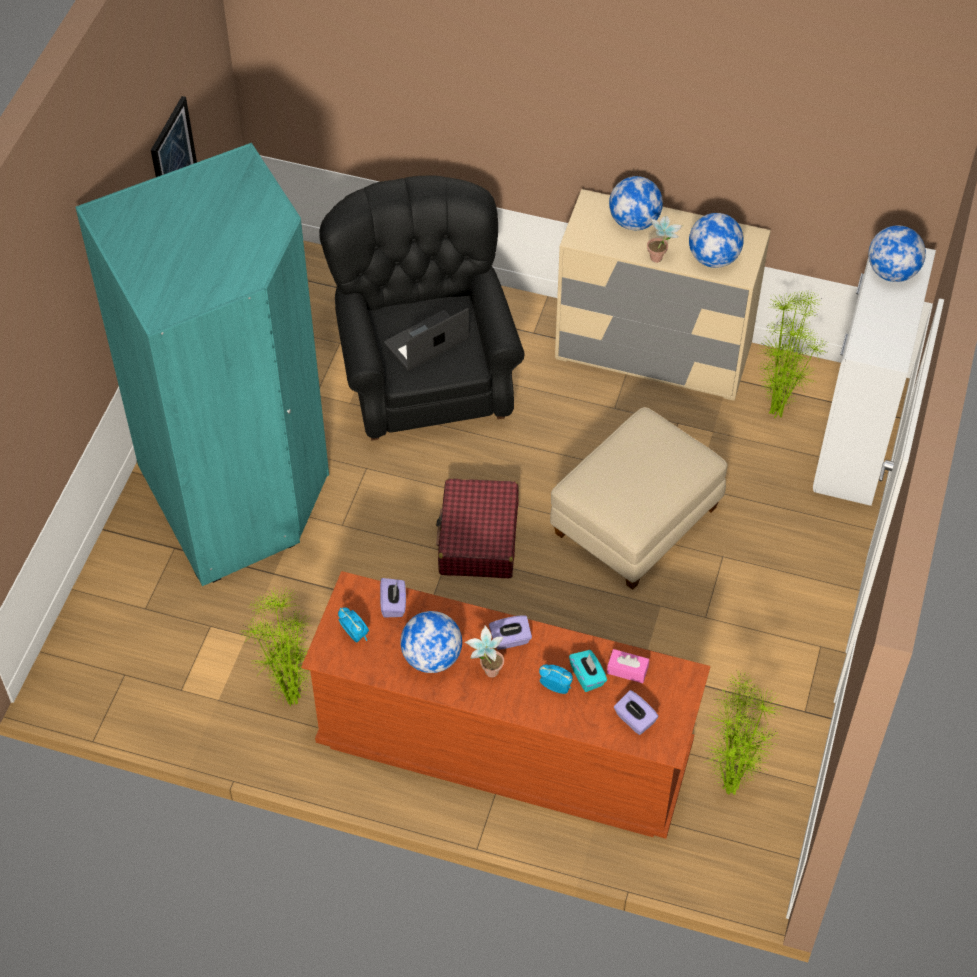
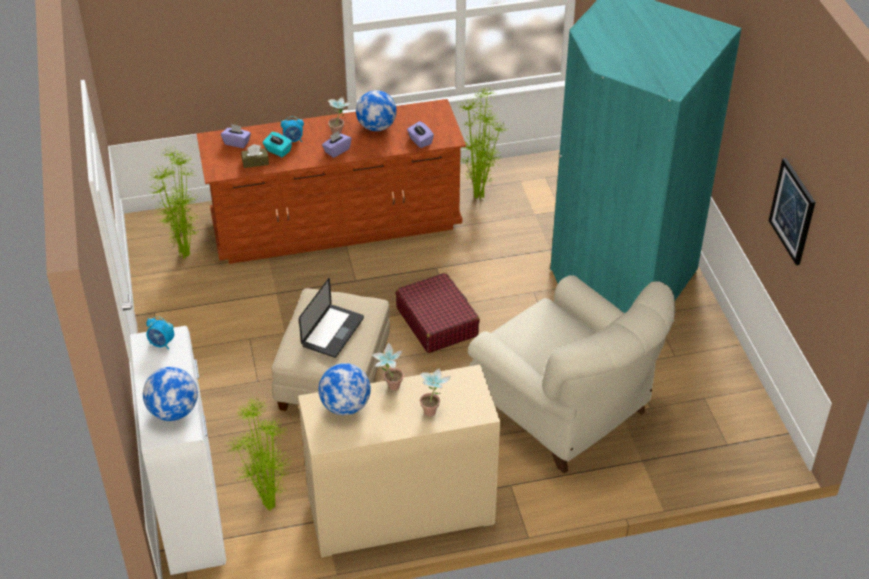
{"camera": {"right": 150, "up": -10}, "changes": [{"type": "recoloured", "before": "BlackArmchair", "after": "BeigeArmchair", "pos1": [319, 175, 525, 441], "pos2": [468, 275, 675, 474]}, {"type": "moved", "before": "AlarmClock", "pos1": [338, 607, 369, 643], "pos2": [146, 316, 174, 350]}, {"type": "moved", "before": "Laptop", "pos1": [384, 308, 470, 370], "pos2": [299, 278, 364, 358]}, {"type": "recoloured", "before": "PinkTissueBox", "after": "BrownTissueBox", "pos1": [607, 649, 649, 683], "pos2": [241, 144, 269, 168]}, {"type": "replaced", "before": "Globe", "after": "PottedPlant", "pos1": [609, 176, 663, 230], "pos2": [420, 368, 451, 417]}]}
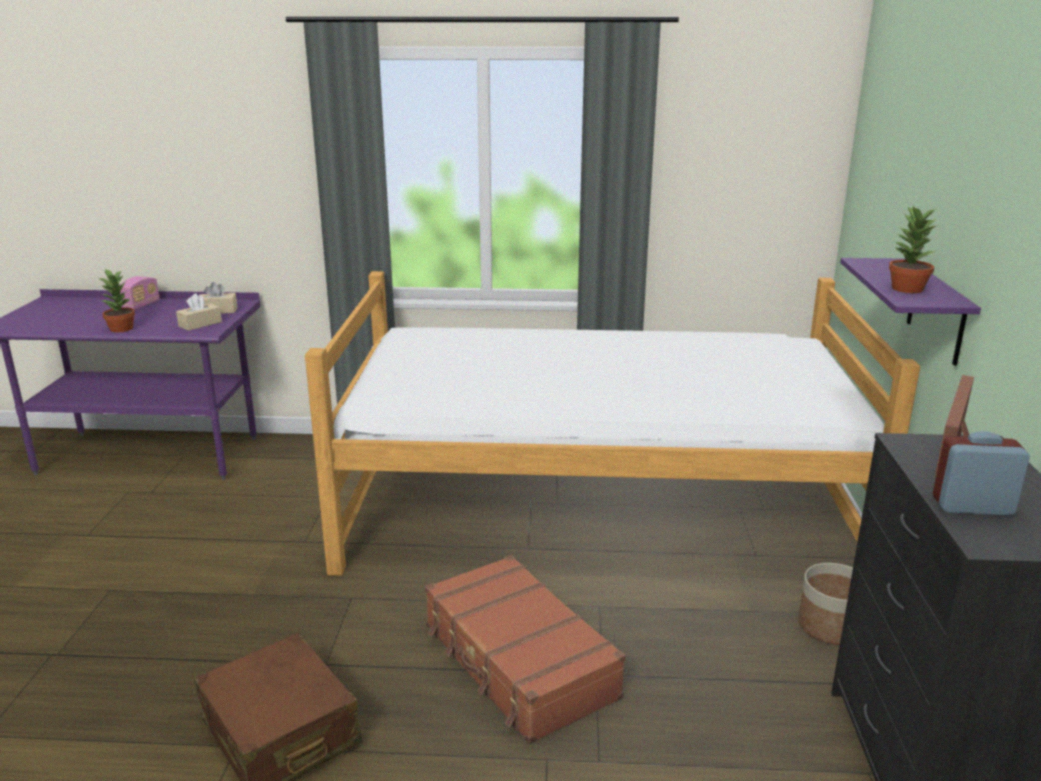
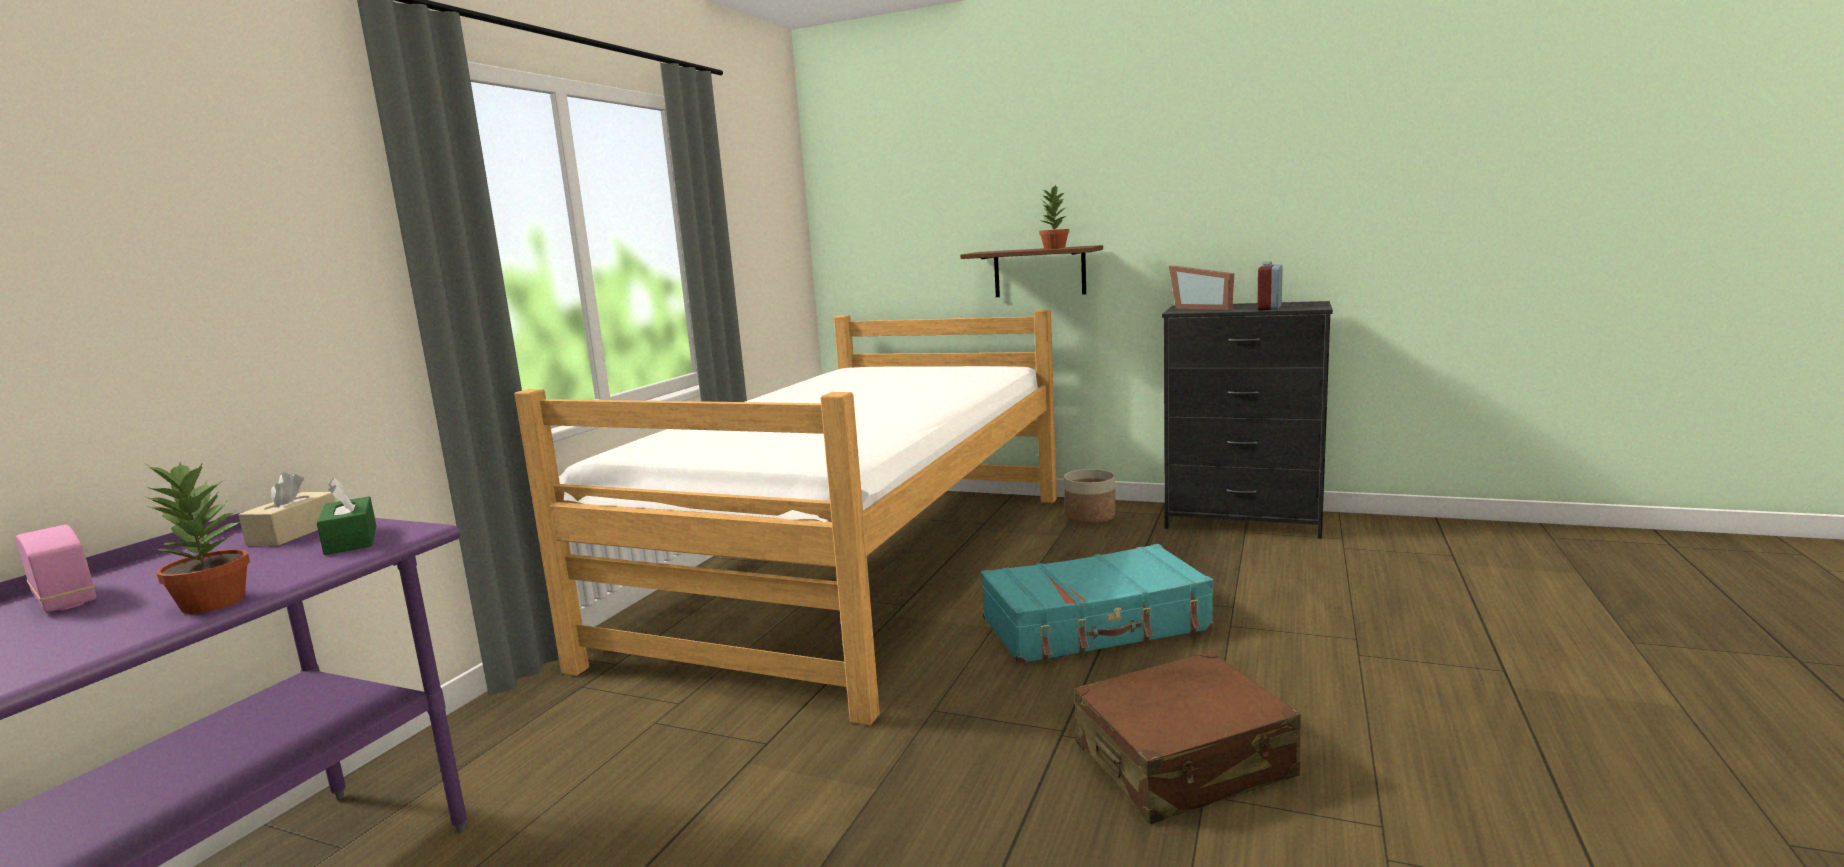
{"camera": {"right": -70, "up": -10}, "changes": [{"type": "recoloured", "before": "BeigeTissueBox", "after": "GreenTissueBox", "pos1": [176, 293, 222, 331], "pos2": [317, 478, 376, 555]}, {"type": "recoloured", "before": "BrownSuitcase", "after": "TurquoiseSuitcase", "pos1": [425, 555, 626, 744], "pos2": [981, 544, 1213, 664]}, {"type": "recoloured", "before": "PurpleShelf", "after": "BrownShelf", "pos1": [840, 258, 981, 366], "pos2": [960, 245, 1103, 297]}]}
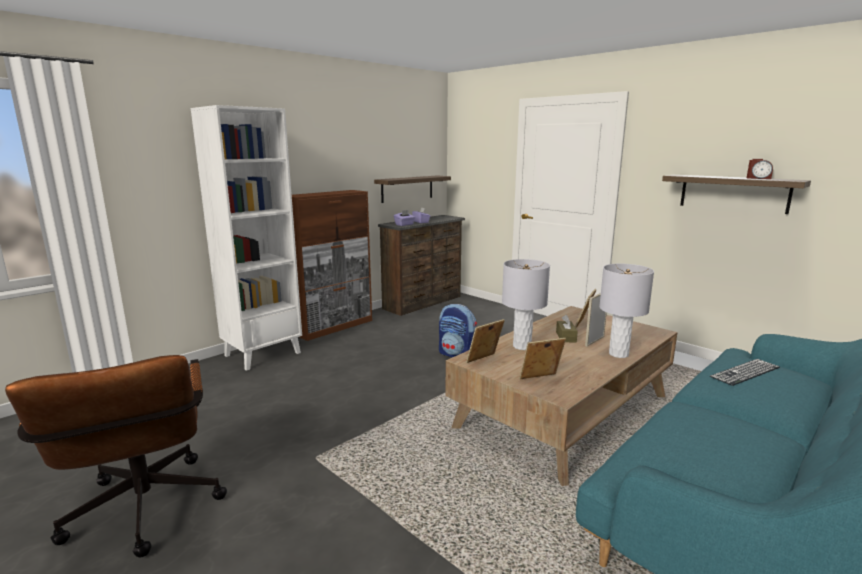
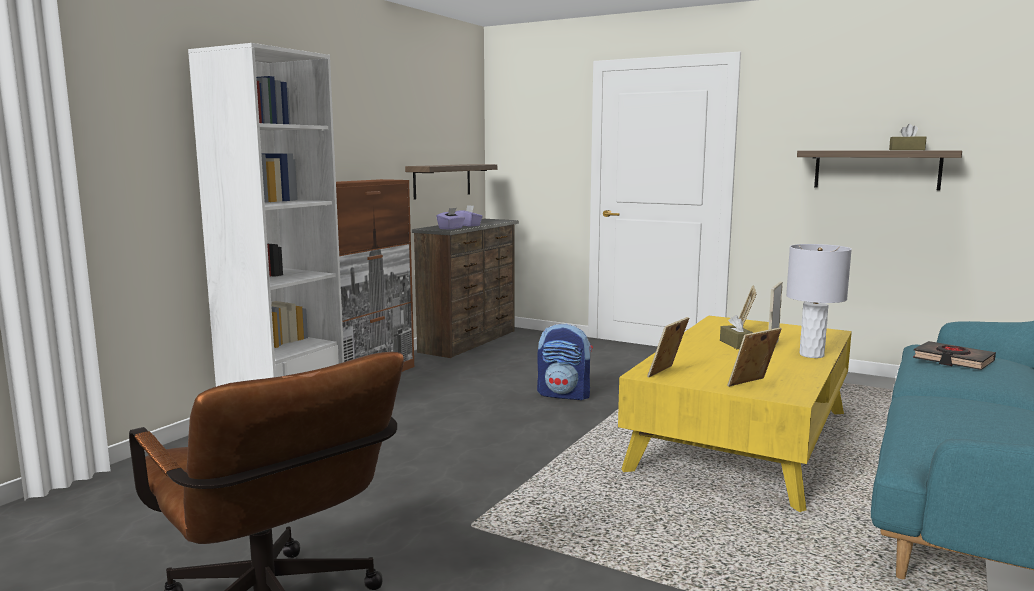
{"camera": {"right": -15, "up": -5}, "changes": [{"type": "recoloured", "before": "BrownCoffeeTable", "after": "YellowCoffeeTable", "pos1": [445, 306, 678, 486], "pos2": [618, 315, 852, 512]}, {"type": "removed", "before": "GreyTableLamp", "pos1": [502, 259, 550, 350]}, {"type": "replaced", "before": "Keyboard", "after": "BlackBook", "pos1": [710, 359, 780, 386], "pos2": [913, 341, 996, 370]}, {"type": "replaced", "before": "AlarmClock", "after": "BrownTissueBox", "pos1": [747, 159, 773, 179], "pos2": [889, 124, 926, 150]}]}
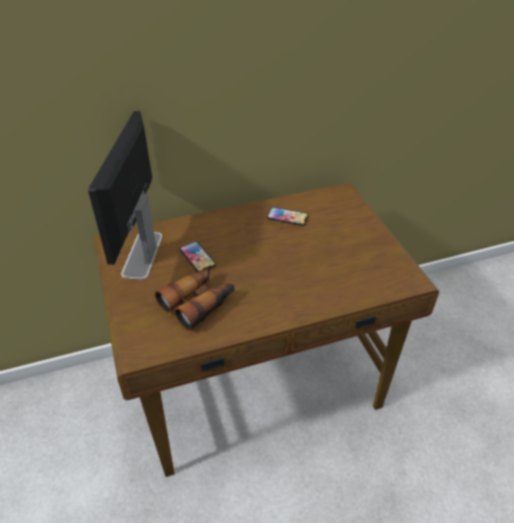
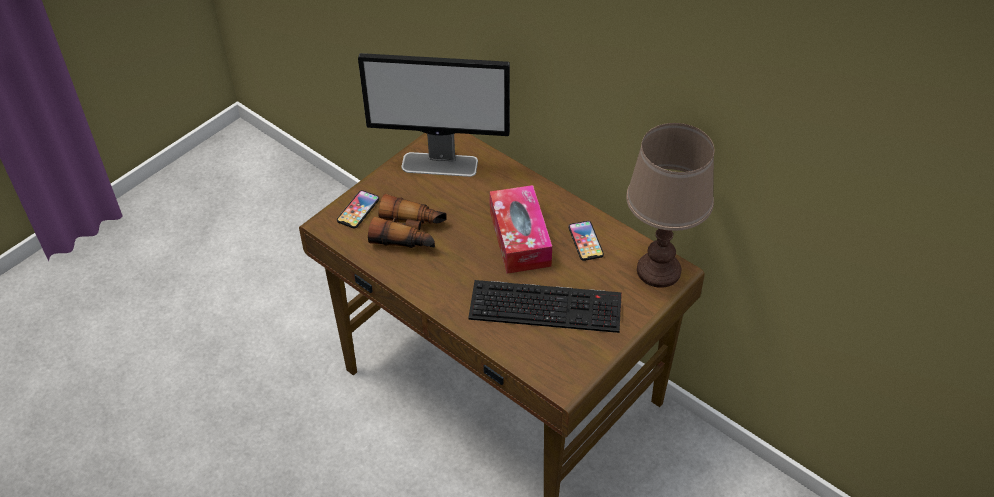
{"camera": {"right": 60, "up": 5}, "changes": [{"type": "turned", "before": "Monitor", "pos1": [88, 111, 162, 280], "pos2": [358, 53, 510, 177], "turn": -150}, {"type": "moved", "before": "Phone", "pos1": [180, 241, 216, 272], "pos2": [337, 190, 379, 229]}, {"type": "added", "after": "Keyboard", "pos2": [468, 280, 622, 333]}, {"type": "added", "after": "TissueBox", "pos2": [490, 185, 552, 274]}, {"type": "added", "after": "BrownTableLamp", "pos2": [626, 123, 714, 288]}]}
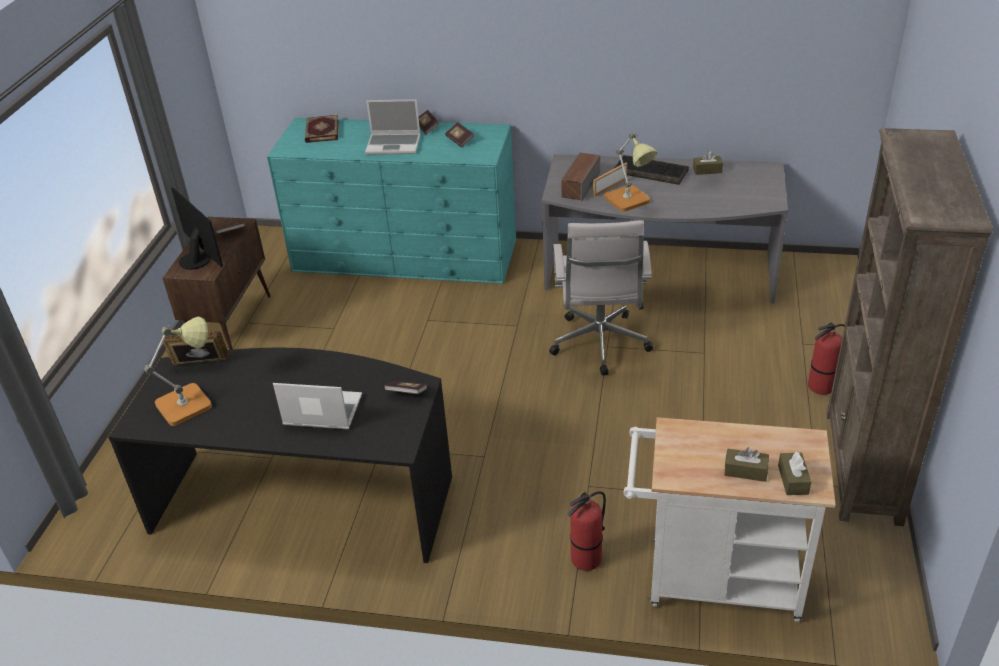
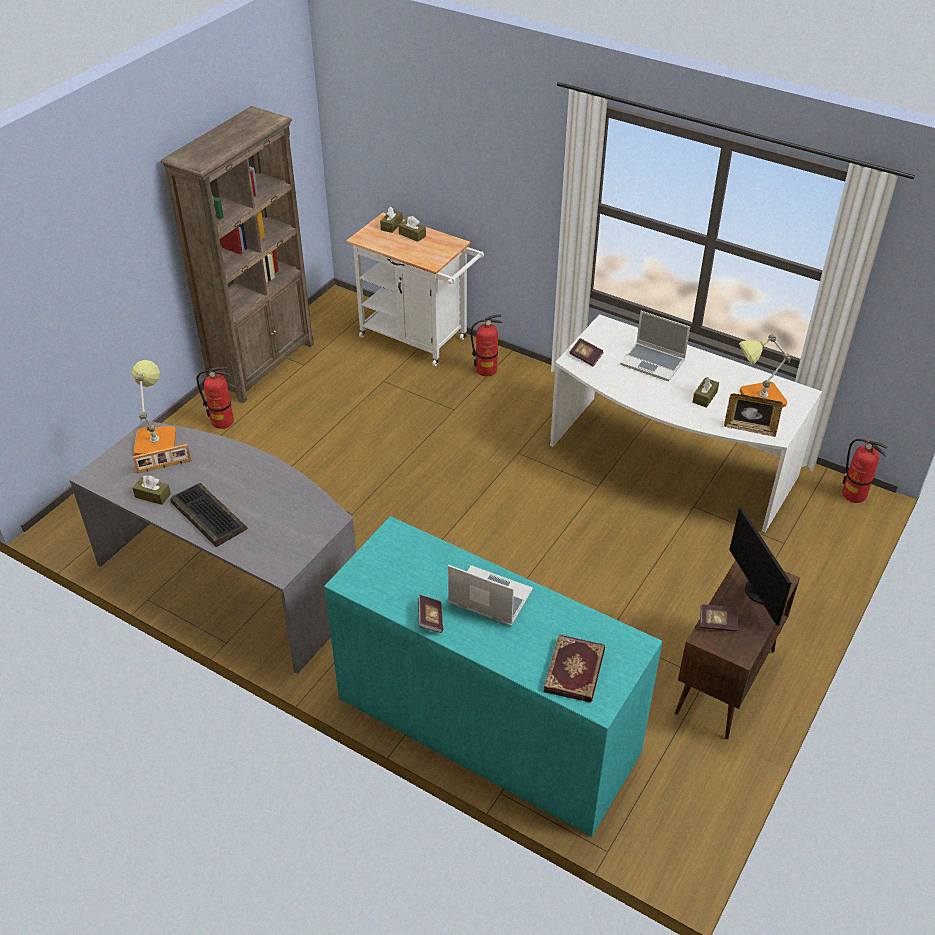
{"camera": {"right": -160, "up": 5}, "changes": [{"type": "recoloured", "before": "BlackDesk", "after": "WhiteDesk", "pos1": [108, 348, 452, 563], "pos2": [550, 314, 822, 533]}, {"type": "removed", "before": "Book", "pos1": [445, 122, 474, 147]}, {"type": "removed", "before": "WhiteOfficeChair", "pos1": [549, 220, 653, 376]}, {"type": "removed", "before": "Speaker", "pos1": [561, 153, 600, 201]}, {"type": "moved", "before": "PictureFrame", "pos1": [593, 163, 627, 197], "pos2": [133, 444, 191, 474]}, {"type": "moved", "before": "TableLamp", "pos1": [604, 133, 657, 212], "pos2": [132, 360, 176, 456]}, {"type": "added", "after": "BrownTissueBox", "pos2": [692, 377, 719, 408]}, {"type": "added", "after": "FireExtinguisher", "pos2": [842, 439, 888, 503]}]}
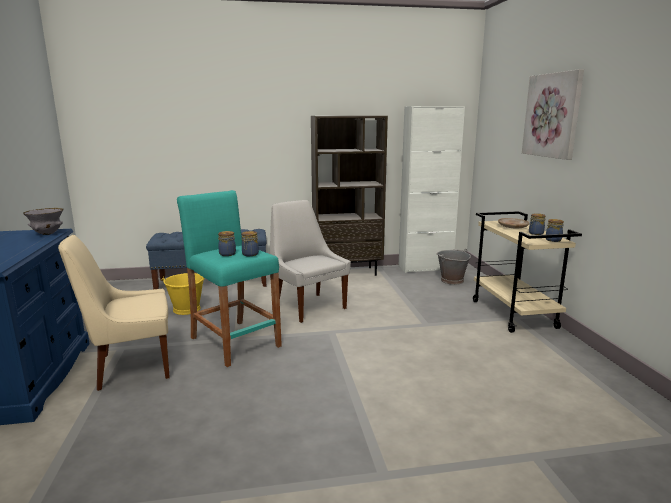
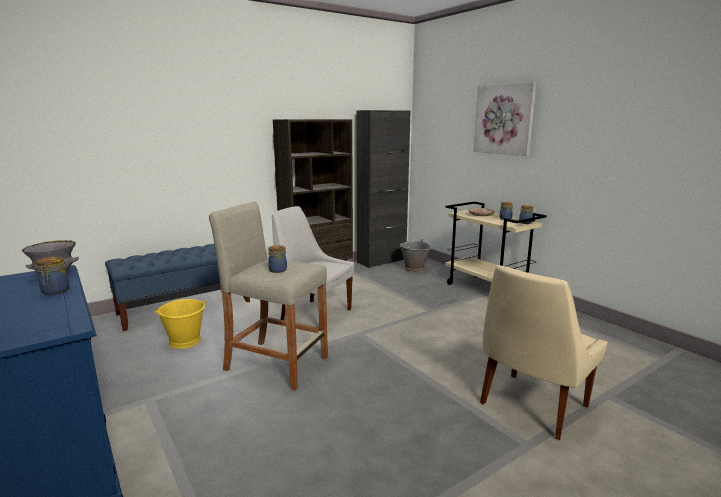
{"camera": {"right": -25, "up": 0}, "changes": [{"type": "moved", "before": "BeigeChair", "pos1": [58, 235, 170, 391], "pos2": [480, 265, 607, 440]}, {"type": "recoloured", "before": "TurquoiseStool", "after": "BeigeStool", "pos1": [177, 190, 282, 367], "pos2": [209, 201, 328, 390]}, {"type": "moved", "before": "Jar", "pos1": [242, 231, 259, 256], "pos2": [36, 256, 69, 295]}, {"type": "recoloured", "before": "WhiteCabinet", "after": "BlackCabinet", "pos1": [399, 106, 465, 273], "pos2": [357, 110, 410, 268]}]}
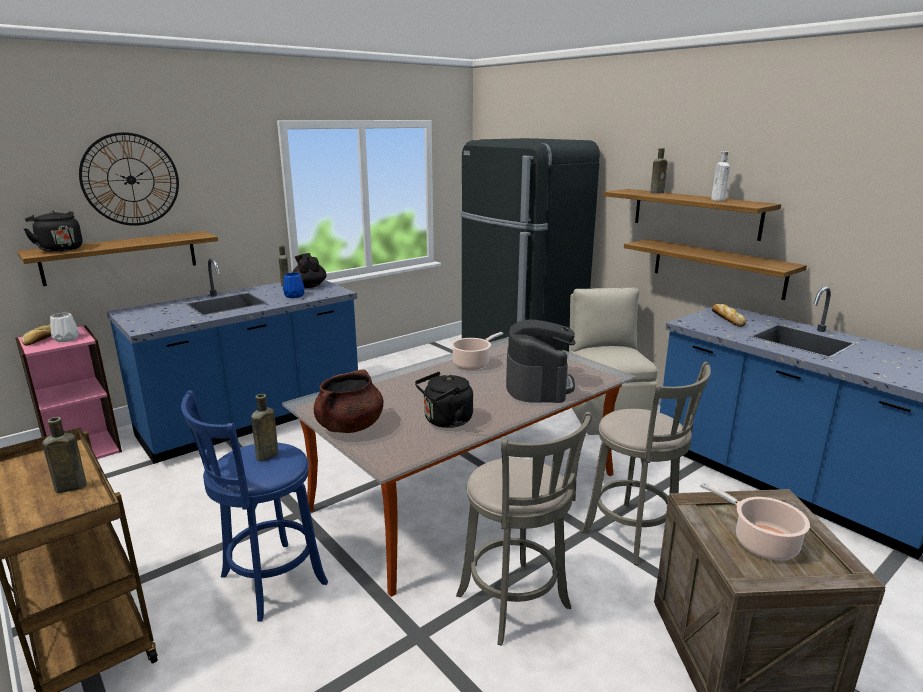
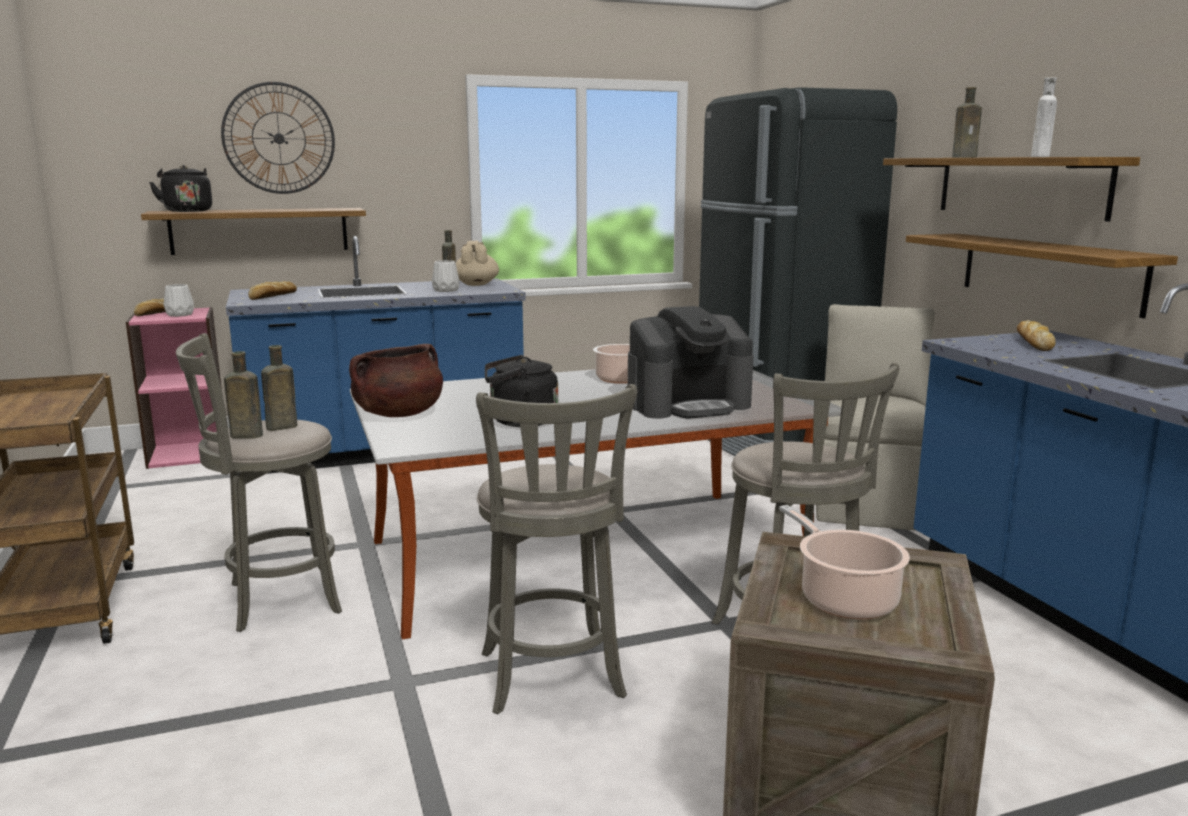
{"camera": {"right": 20, "up": -5}, "changes": [{"type": "moved", "before": "BrownBottle", "pos1": [42, 417, 87, 493], "pos2": [224, 351, 263, 439]}, {"type": "recoloured", "before": "BlueStool", "after": "GreyStool", "pos1": [181, 390, 328, 622], "pos2": [176, 333, 342, 632]}, {"type": "recoloured", "before": "BlueVase", "after": "WhiteVase", "pos1": [283, 273, 304, 298], "pos2": [432, 260, 460, 292]}, {"type": "recoloured", "before": "BlackTeapot", "after": "BeigeTeapot", "pos1": [292, 253, 327, 288], "pos2": [456, 241, 499, 286]}, {"type": "turned", "before": "CoffeeMachine", "pos1": [506, 320, 575, 403], "pos2": [628, 306, 754, 419], "turn": 45}, {"type": "added", "after": "Bread", "pos2": [248, 281, 297, 300]}]}
